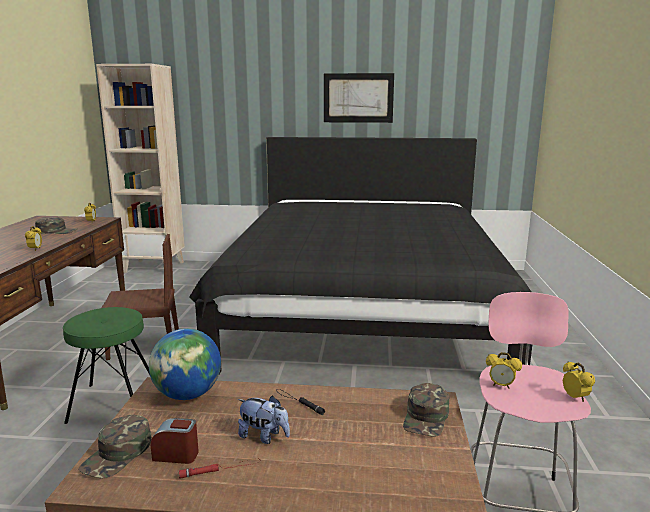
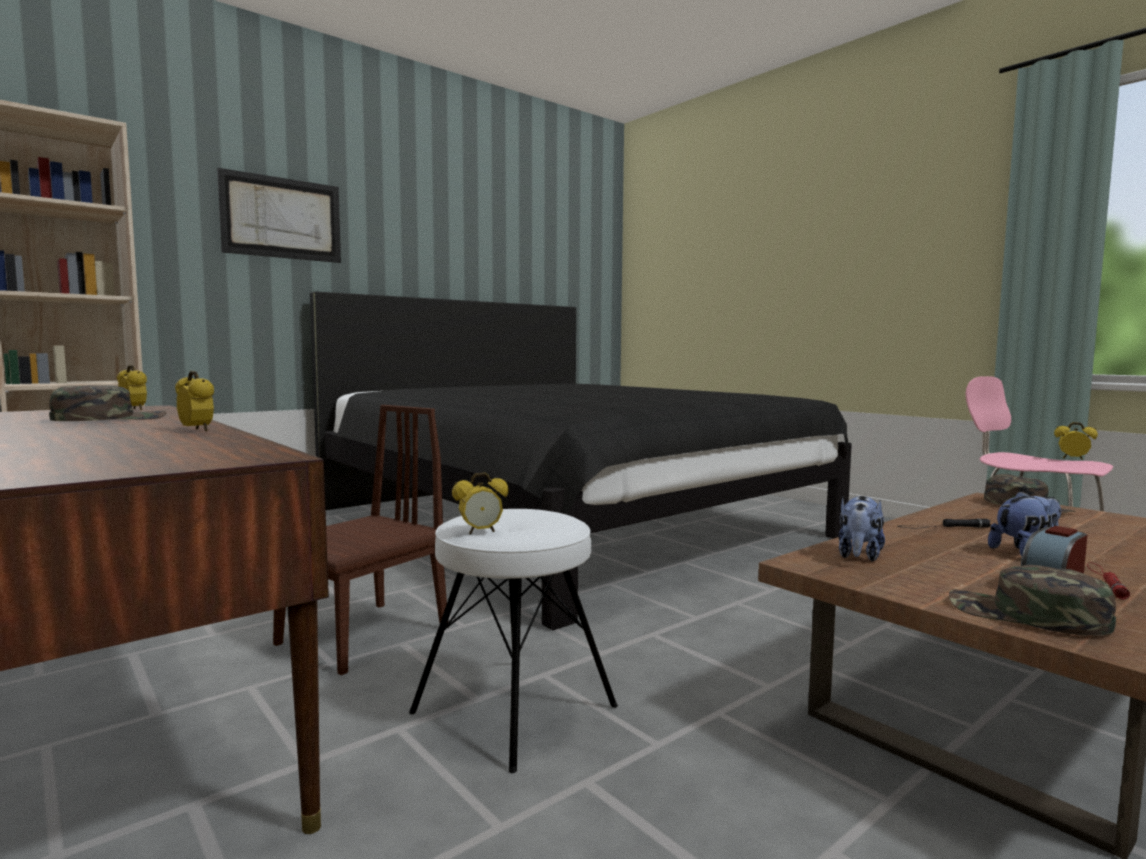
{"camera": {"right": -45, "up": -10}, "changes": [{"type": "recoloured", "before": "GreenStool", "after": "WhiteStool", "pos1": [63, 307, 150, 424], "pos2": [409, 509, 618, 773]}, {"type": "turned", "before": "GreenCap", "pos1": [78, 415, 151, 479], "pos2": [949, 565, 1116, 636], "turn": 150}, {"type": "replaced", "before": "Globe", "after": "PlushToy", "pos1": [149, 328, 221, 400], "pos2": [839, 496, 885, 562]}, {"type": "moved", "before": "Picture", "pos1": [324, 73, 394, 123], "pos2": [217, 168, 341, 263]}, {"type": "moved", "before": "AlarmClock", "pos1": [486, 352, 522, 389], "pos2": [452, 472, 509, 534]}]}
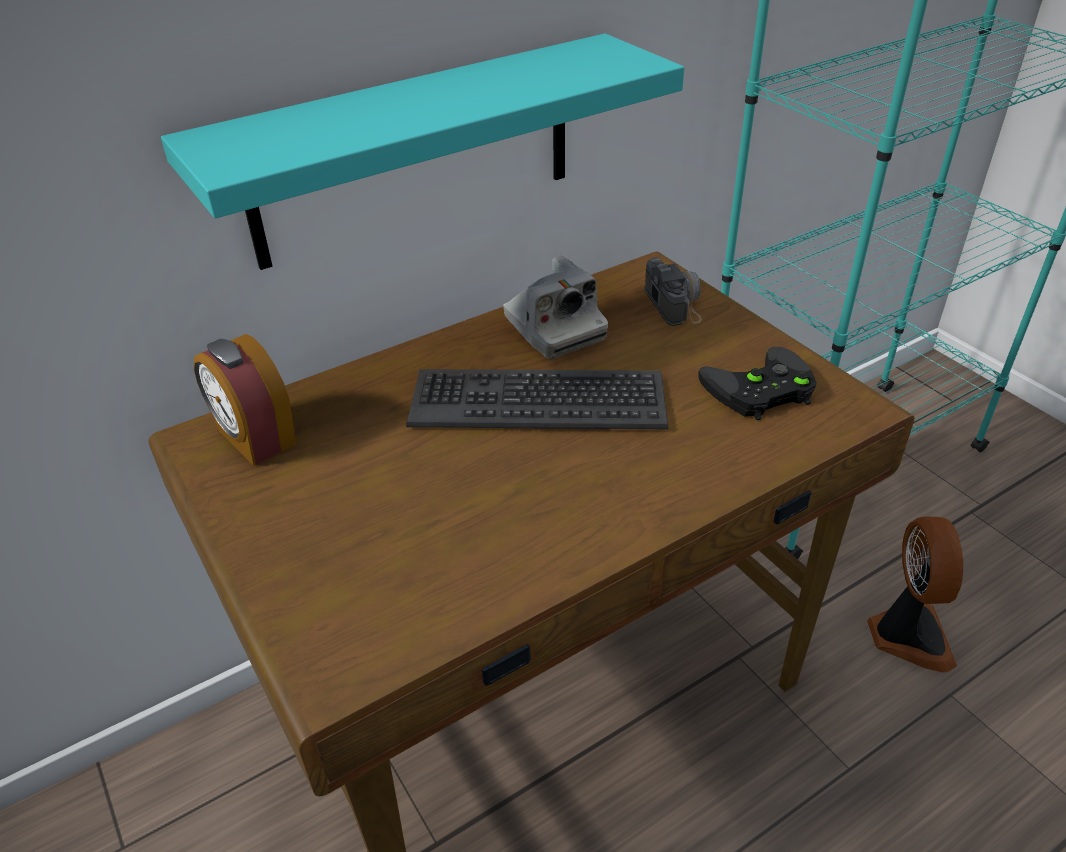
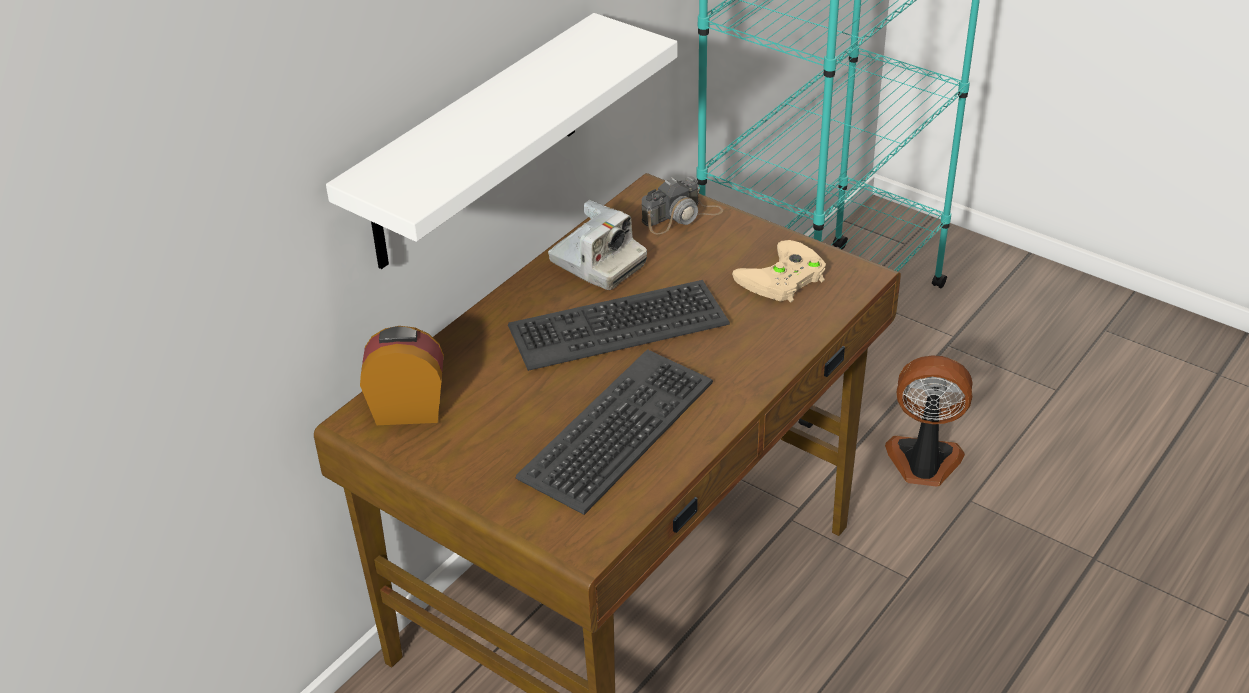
{"camera": {"right": -20, "up": 0}, "changes": [{"type": "recoloured", "before": "TurquoiseShelf", "after": "WhiteShelf", "pos1": [161, 33, 684, 270], "pos2": [326, 13, 677, 269]}, {"type": "turned", "before": "AlarmClock", "pos1": [194, 334, 296, 466], "pos2": [360, 326, 444, 425], "turn": 150}, {"type": "turned", "before": "PhotoCamera", "pos1": [644, 257, 702, 326], "pos2": [642, 176, 723, 235], "turn": 90}, {"type": "recoloured", "before": "BlackGameController", "after": "BeigeGameController", "pos1": [698, 347, 817, 421], "pos2": [732, 240, 826, 303]}, {"type": "turned", "before": "Fan", "pos1": [867, 517, 963, 673], "pos2": [885, 356, 973, 487], "turn": -60}, {"type": "added", "after": "Keyboard", "pos2": [516, 349, 713, 515]}]}
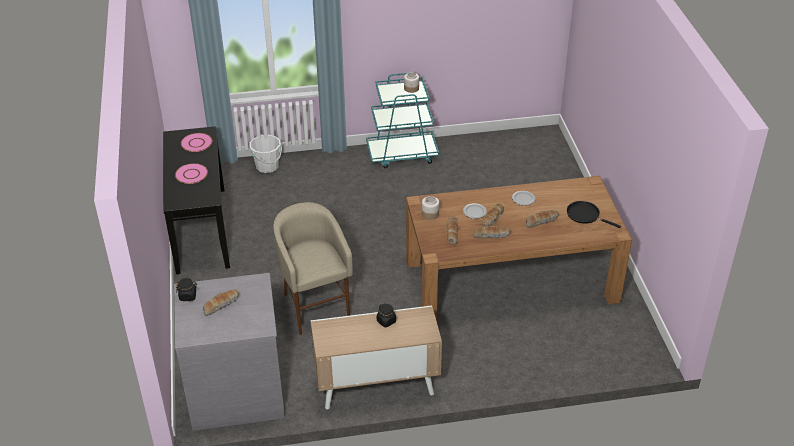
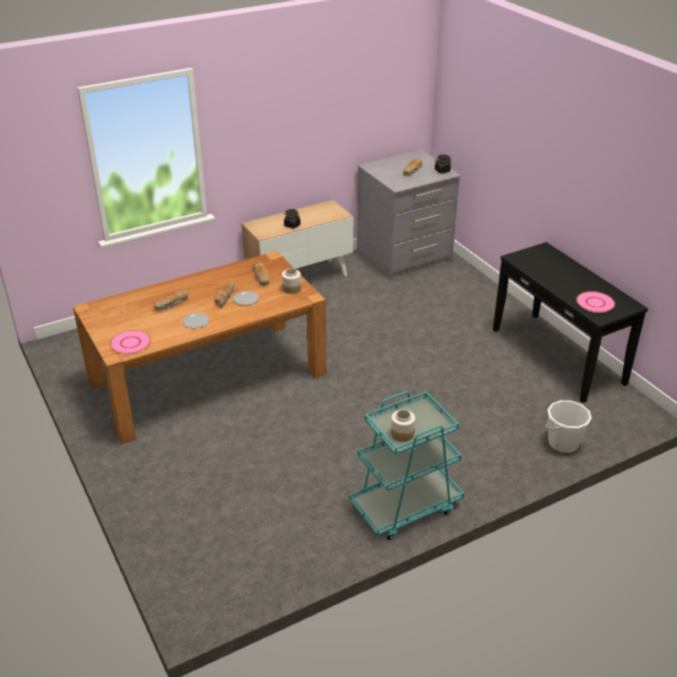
{"camera": {"right": 160, "up": -5}, "changes": [{"type": "moved", "before": "PinkPlate", "pos1": [175, 163, 208, 184], "pos2": [110, 330, 151, 354]}, {"type": "removed", "before": "BeigeStool", "pos1": [273, 202, 353, 335]}, {"type": "removed", "before": "Bread", "pos1": [473, 225, 511, 239]}, {"type": "removed", "before": "BlackFryingPan", "pos1": [567, 201, 621, 228]}]}
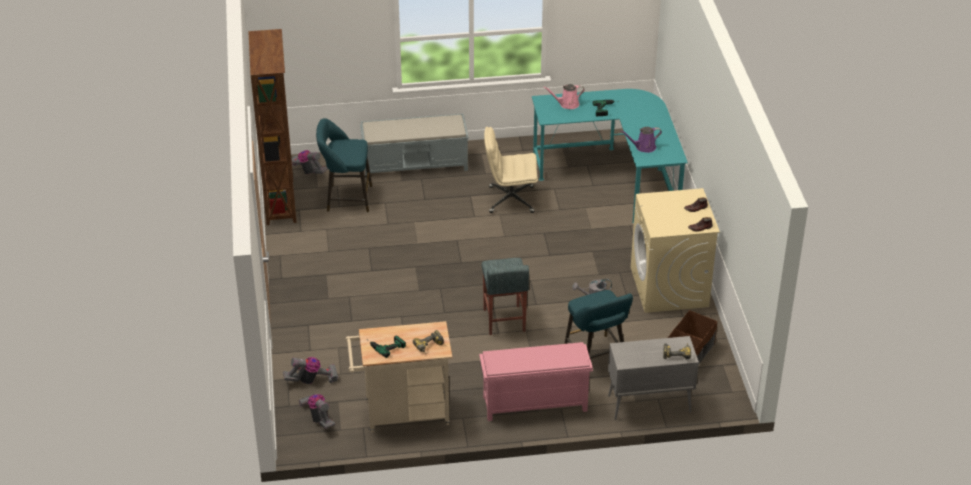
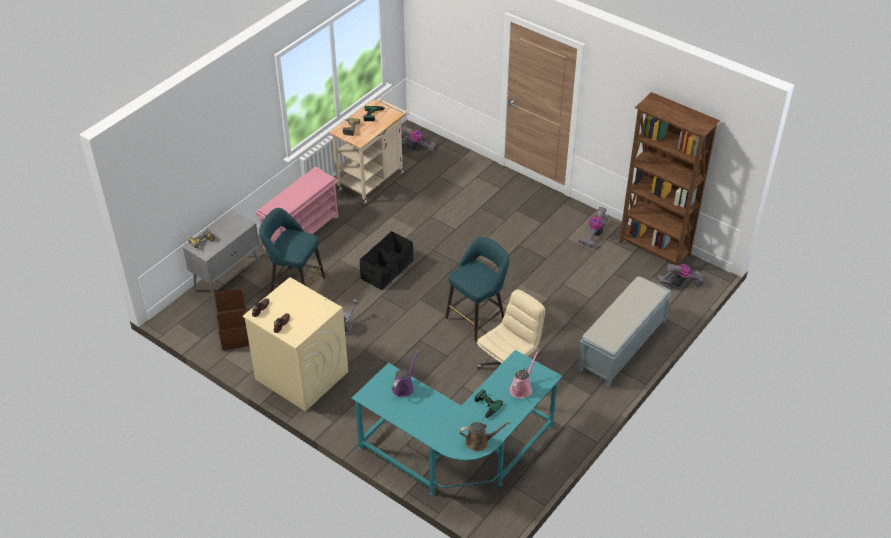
{"camera": {"right": 135, "up": 5}, "changes": [{"type": "moved", "before": "VacuumCleaner", "pos1": [283, 357, 338, 384], "pos2": [579, 207, 609, 248]}, {"type": "moved", "before": "TurquoiseStool", "pos1": [316, 118, 372, 212], "pos2": [446, 237, 509, 341]}, {"type": "replaced", "before": "GreyStool", "after": "BlackStorageBox", "pos1": [482, 258, 529, 335], "pos2": [360, 231, 413, 290]}, {"type": "added", "after": "BrownWateringCan", "pos2": [460, 421, 511, 451]}]}
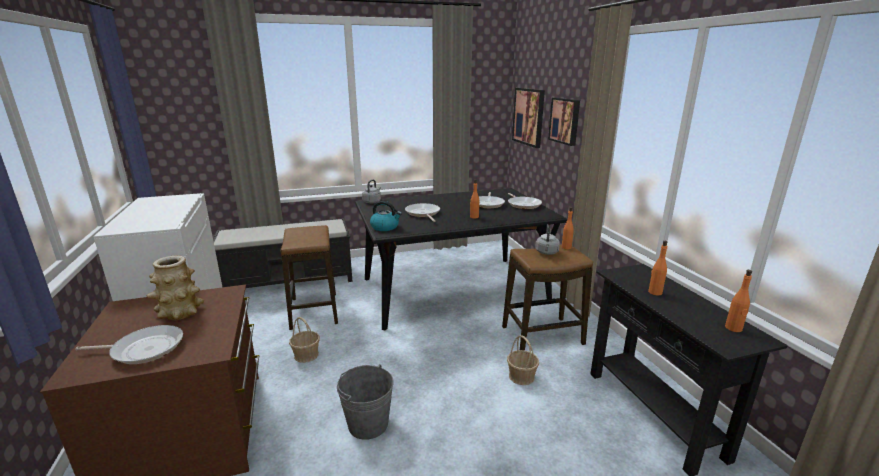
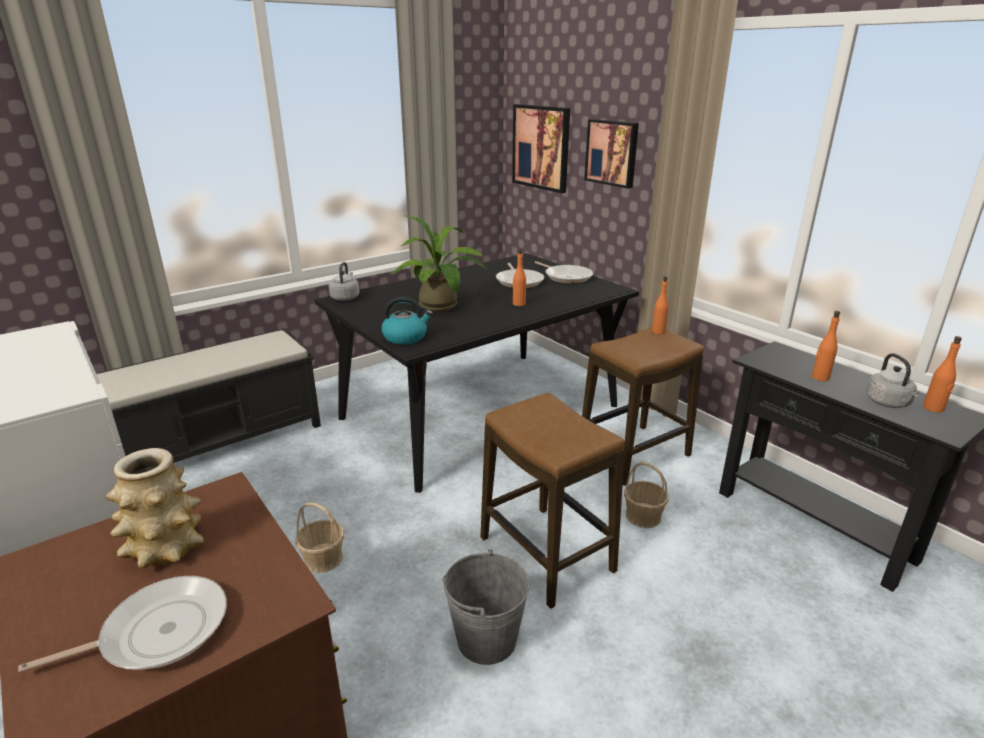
{"camera": {"right": -20, "up": 5}, "changes": [{"type": "moved", "before": "Stool", "pos1": [280, 225, 338, 330], "pos2": [481, 392, 625, 609]}, {"type": "replaced", "before": "FryingPan", "after": "PottedPlant", "pos1": [405, 203, 440, 222], "pos2": [391, 215, 488, 312]}, {"type": "moved", "before": "GreyKettle", "pos1": [536, 224, 560, 255], "pos2": [866, 353, 919, 408]}]}
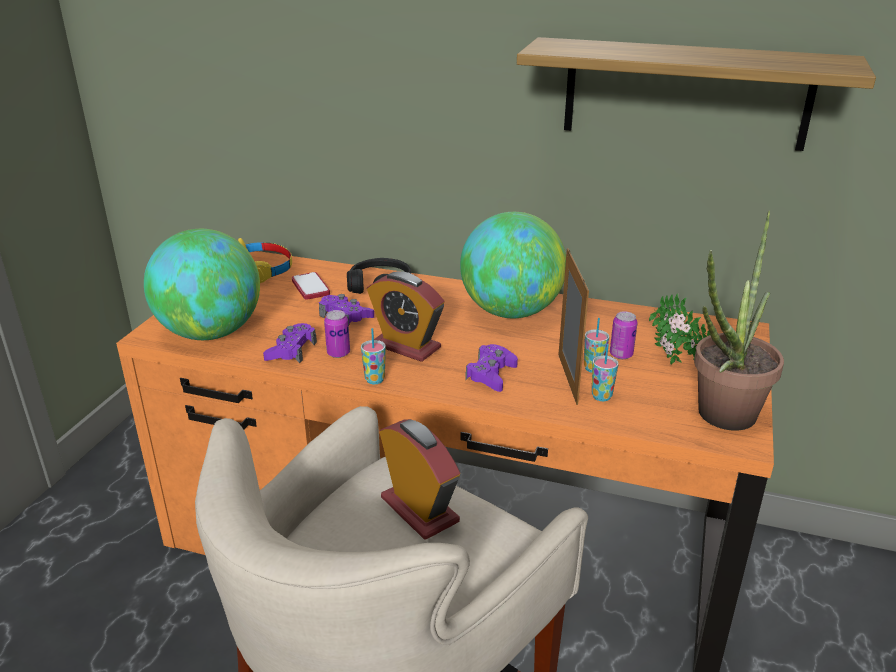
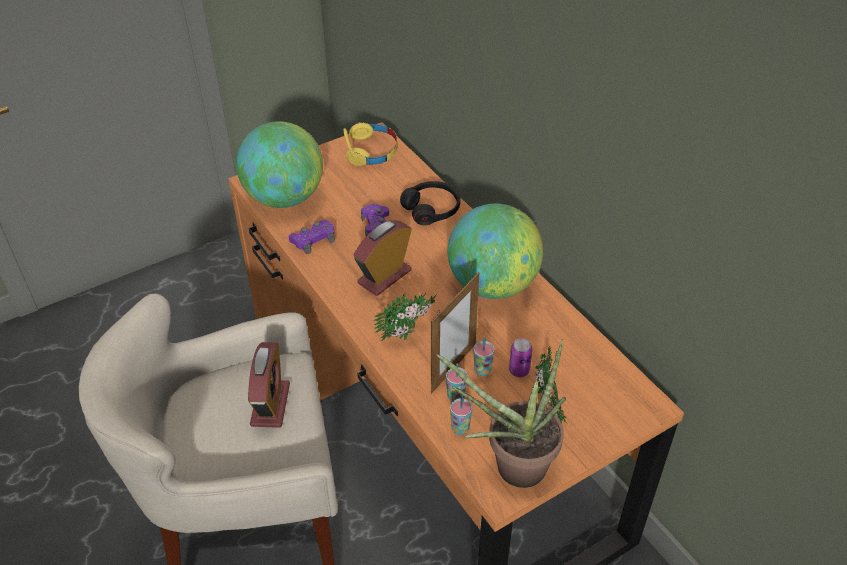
{"camera": {"right": 40, "up": 15}, "changes": [{"type": "removed", "before": "Phone", "pos1": [292, 272, 330, 300]}, {"type": "removed", "before": "Can", "pos1": [324, 310, 350, 358]}, {"type": "moved", "before": "Cup", "pos1": [361, 328, 386, 384], "pos2": [450, 395, 472, 435]}, {"type": "turned", "before": "AlarmClock", "pos1": [367, 271, 444, 362], "pos2": [353, 220, 412, 296], "turn": 60}, {"type": "replaced", "before": "PurpleGameController", "after": "PottedPlant", "pos1": [465, 344, 518, 392], "pos2": [374, 293, 437, 341]}, {"type": "removed", "before": "Shelf", "pos1": [517, 37, 876, 151]}]}
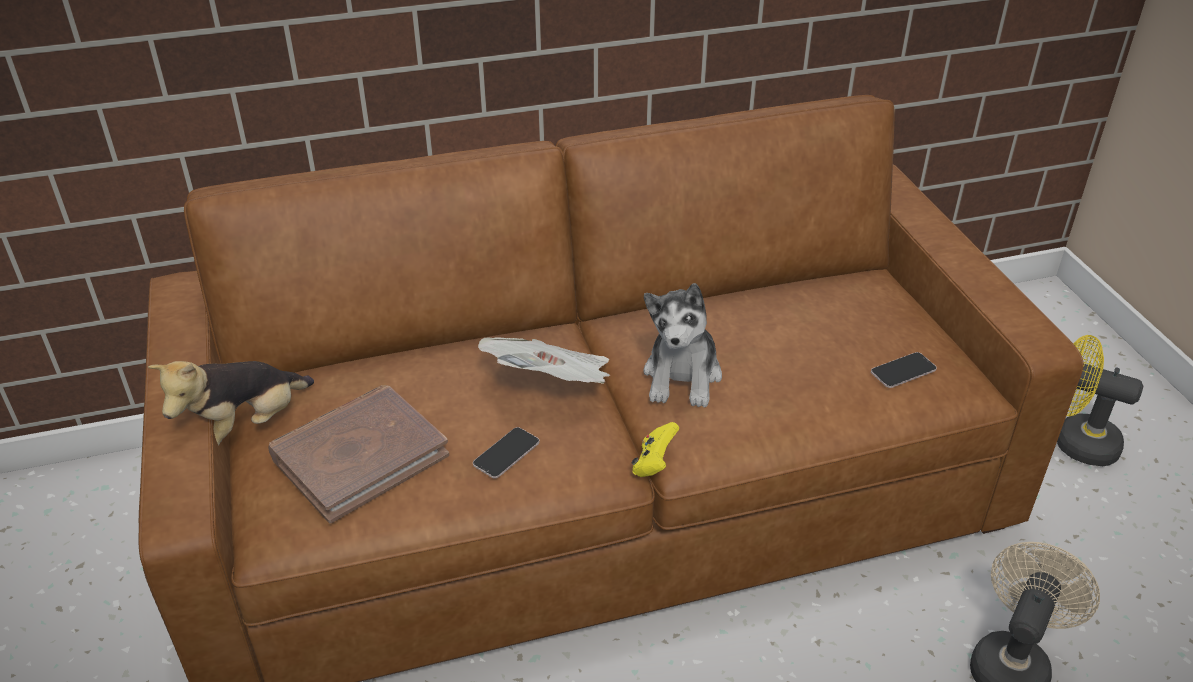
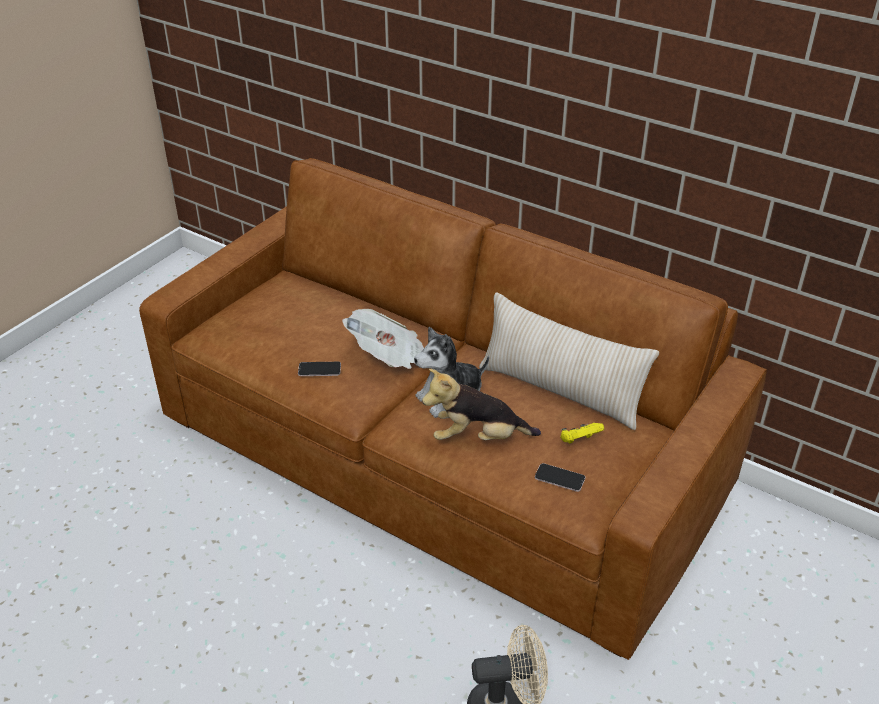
{"camera": {"right": 50, "up": 0}, "changes": [{"type": "moved", "before": "PlushToy", "pos1": [148, 361, 314, 446], "pos2": [422, 369, 541, 440]}, {"type": "removed", "before": "BrownBook", "pos1": [269, 385, 449, 523]}, {"type": "moved", "before": "YellowGameController", "pos1": [631, 422, 679, 477], "pos2": [560, 423, 604, 444]}, {"type": "removed", "before": "YellowFan", "pos1": [1057, 335, 1143, 466]}, {"type": "added", "after": "BeigePillow", "pos2": [479, 293, 659, 430]}]}
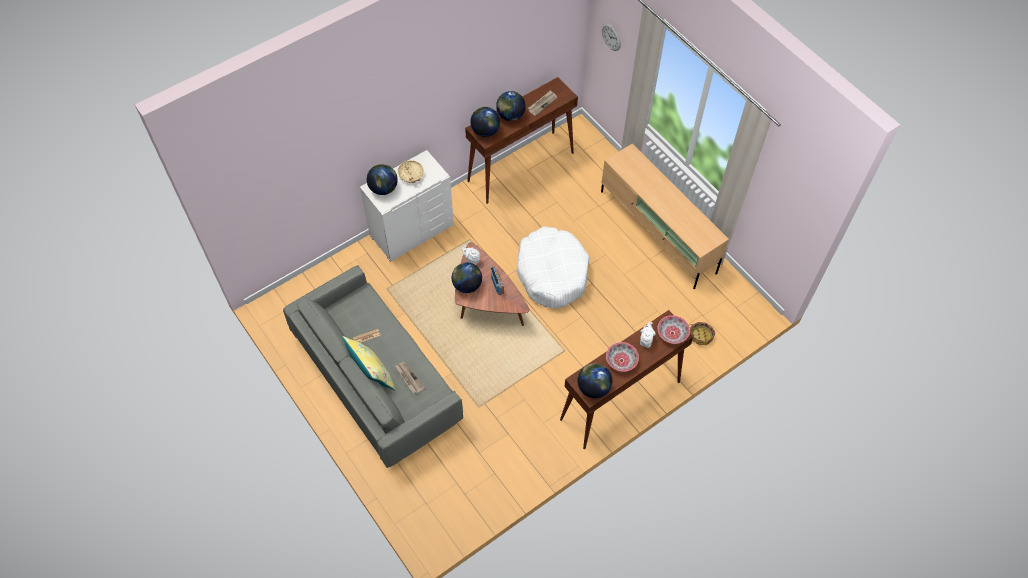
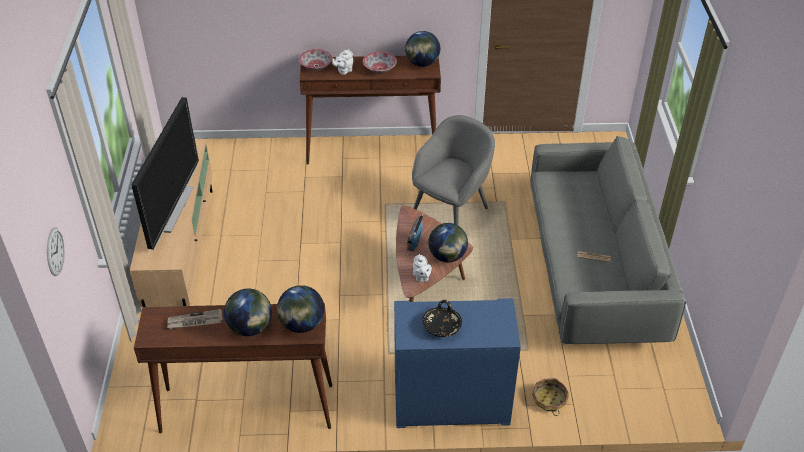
{"camera": {"right": -145, "up": -15}, "changes": [{"type": "removed", "before": "YellowPillow", "pos1": [343, 336, 396, 390]}, {"type": "recoloured", "before": "WhiteDresser", "after": "BlueDresser", "pos1": [360, 150, 454, 262], "pos2": [394, 298, 521, 428]}, {"type": "removed", "before": "Globe", "pos1": [367, 164, 398, 195]}, {"type": "removed", "before": "Newspaper", "pos1": [395, 362, 425, 394]}, {"type": "recoloured", "before": "BeigeBowl", "after": "BlackBowl", "pos1": [398, 160, 424, 183], "pos2": [422, 300, 462, 337]}, {"type": "removed", "before": "WhiteDogBed", "pos1": [516, 226, 589, 309]}, {"type": "moved", "before": "Basket", "pos1": [690, 322, 716, 346], "pos2": [532, 378, 569, 416]}, {"type": "added", "after": "Television", "pos2": [132, 97, 199, 250]}, {"type": "added", "after": "GreyArmchair", "pos2": [412, 115, 495, 225]}]}
